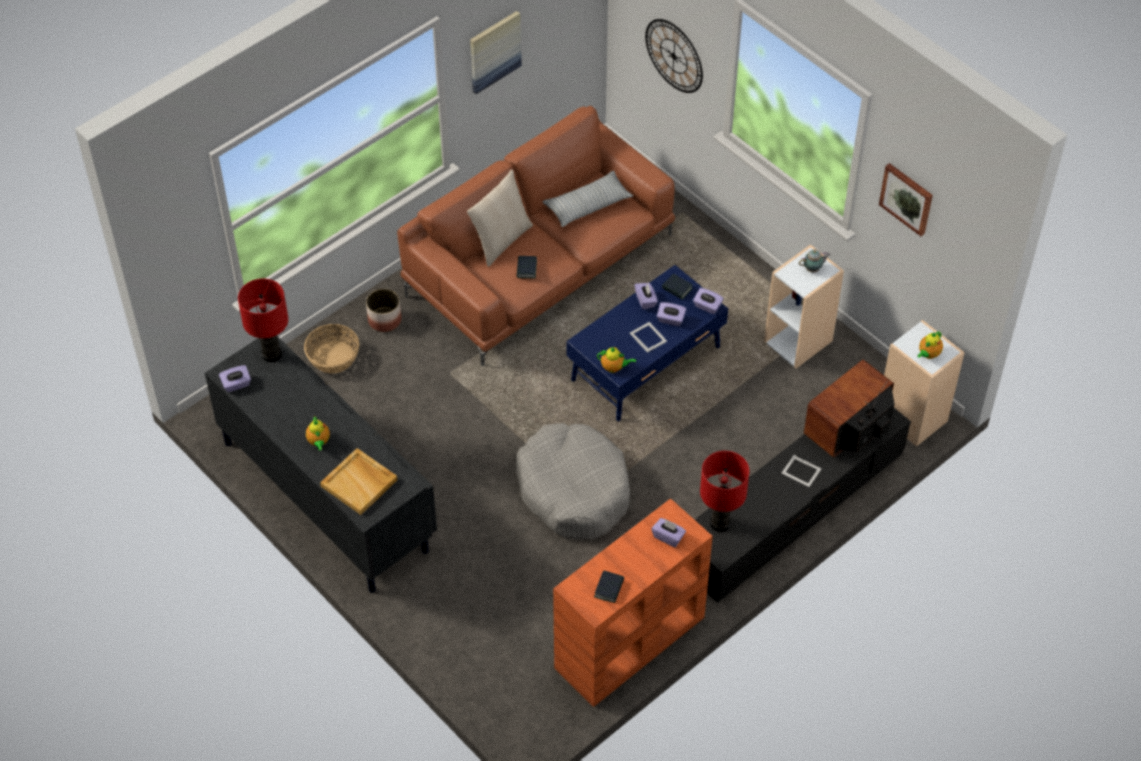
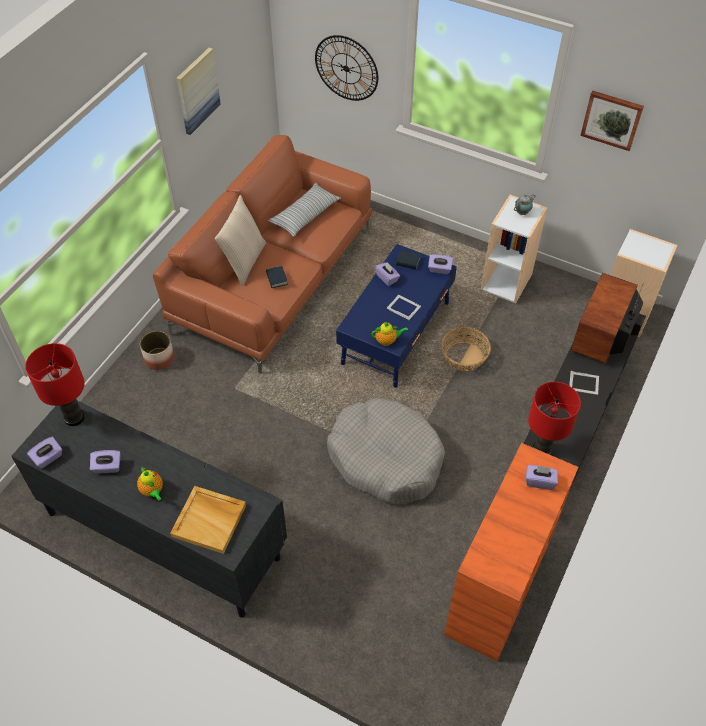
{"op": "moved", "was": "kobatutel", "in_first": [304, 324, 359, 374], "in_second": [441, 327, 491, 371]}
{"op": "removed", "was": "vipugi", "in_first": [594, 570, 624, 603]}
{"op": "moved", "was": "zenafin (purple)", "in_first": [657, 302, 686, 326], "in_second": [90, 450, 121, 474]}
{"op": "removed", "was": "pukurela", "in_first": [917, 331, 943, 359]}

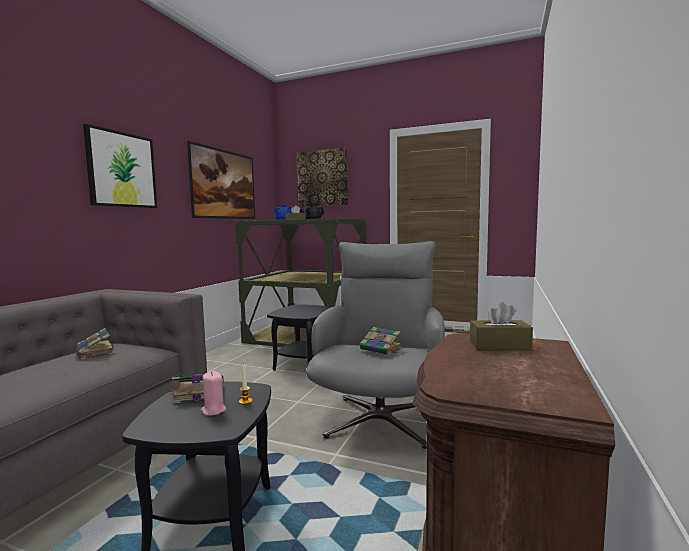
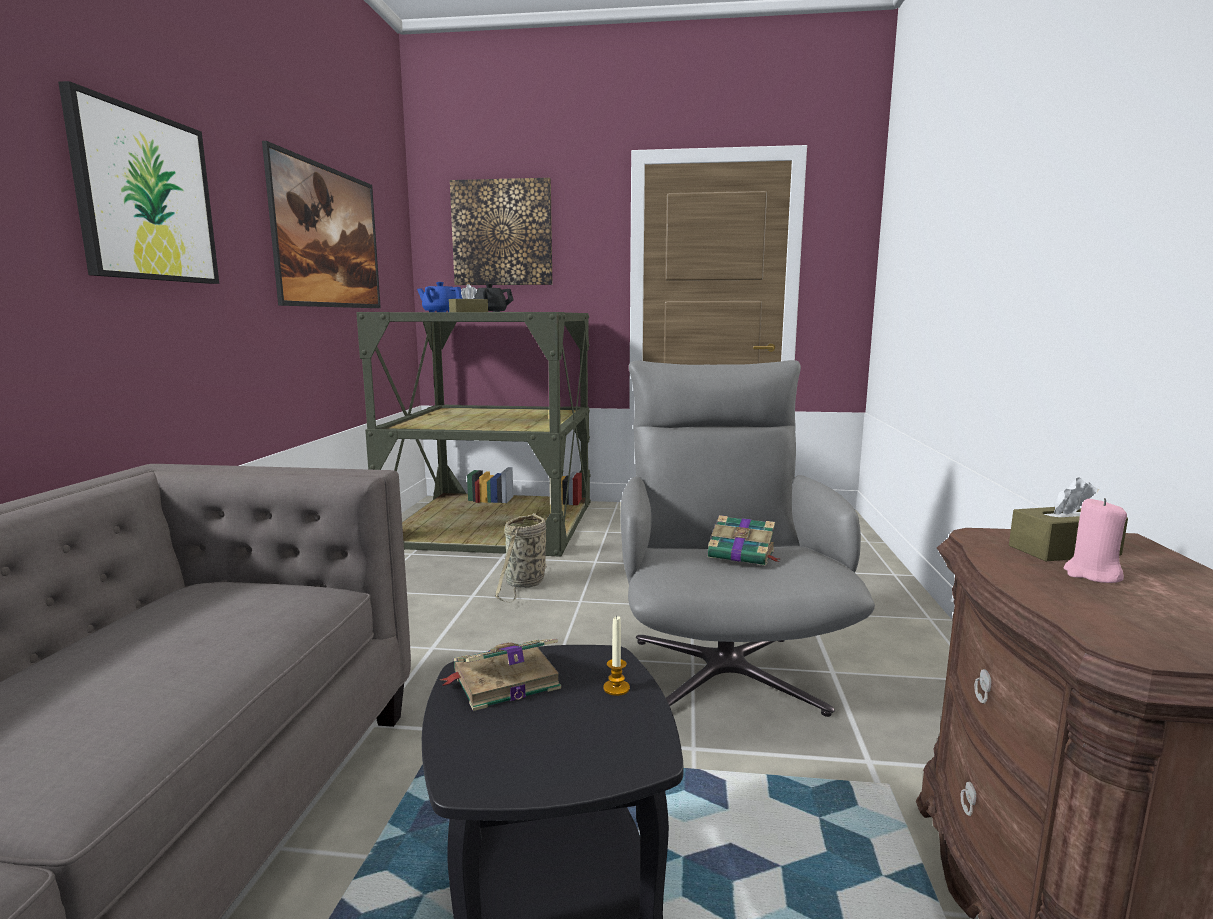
{"op": "removed", "was": "vipugi", "in_first": [76, 328, 115, 359]}
{"op": "moved", "was": "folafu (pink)", "in_first": [201, 371, 226, 416], "in_second": [1064, 498, 1127, 583]}
{"op": "replaced", "was": "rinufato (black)", "now": "kobatutel", "in_first": [267, 304, 331, 371], "in_second": [495, 513, 547, 603]}

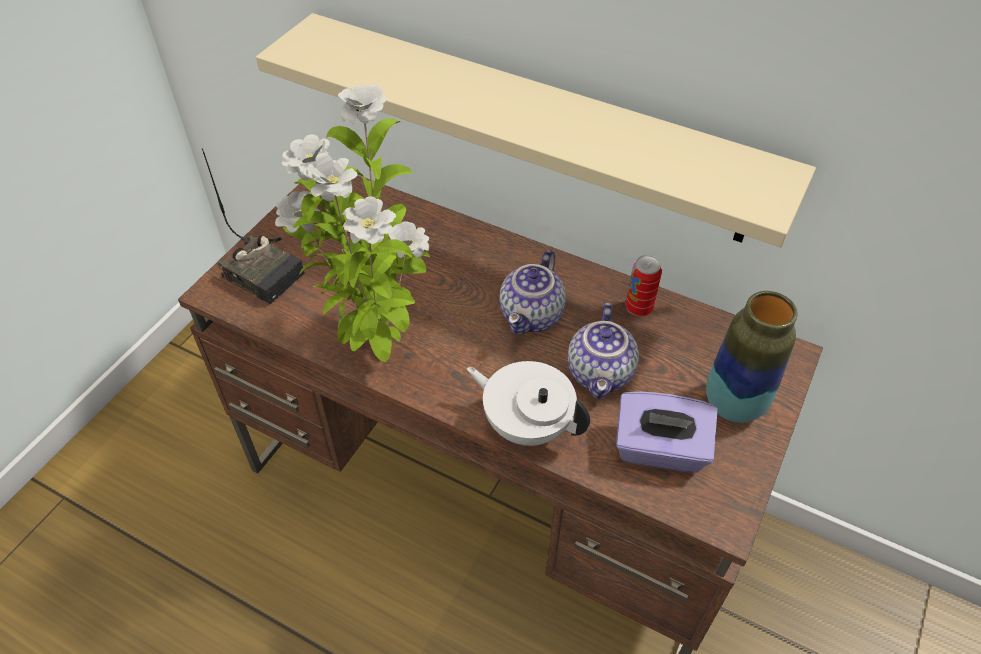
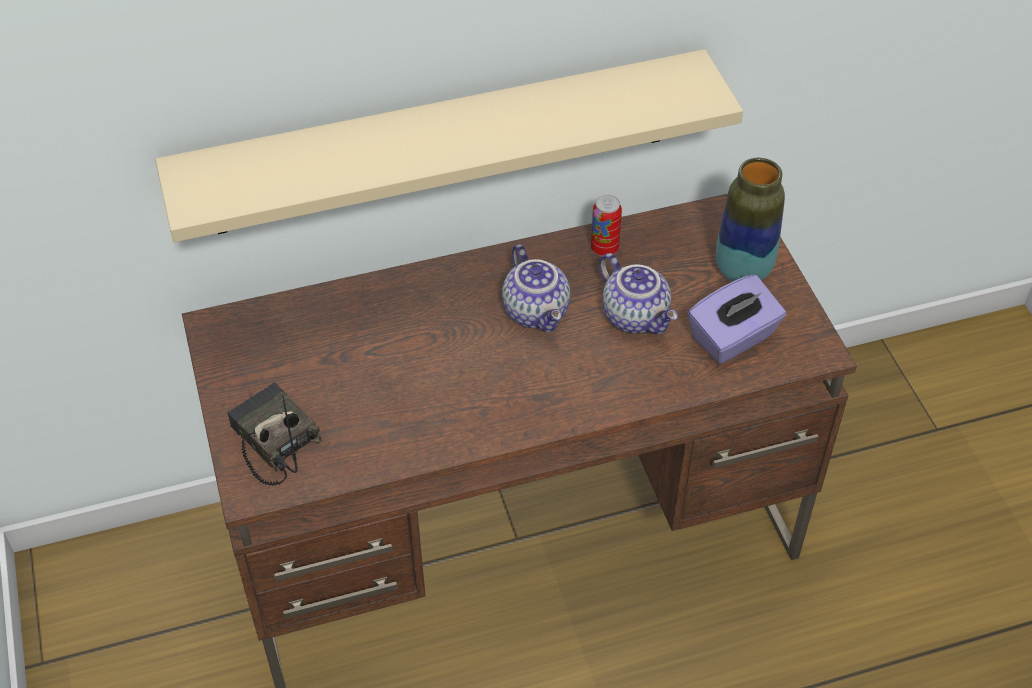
{"op": "turned", "was": "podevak", "in_first": [202, 148, 304, 304], "in_second": [228, 382, 322, 486], "clockwise": -120}
{"op": "removed", "was": "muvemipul", "in_first": [275, 84, 430, 362]}
{"op": "removed", "was": "pukurela (white)", "in_first": [467, 361, 590, 446]}

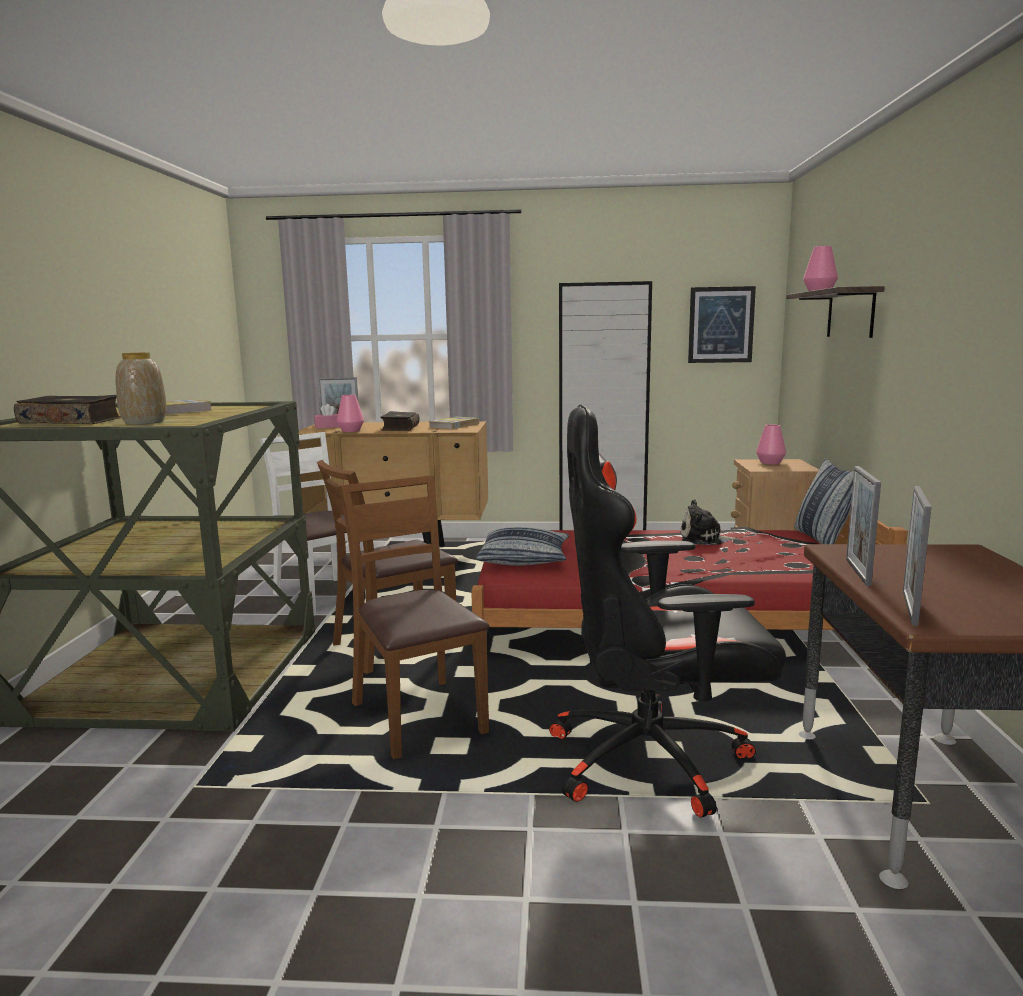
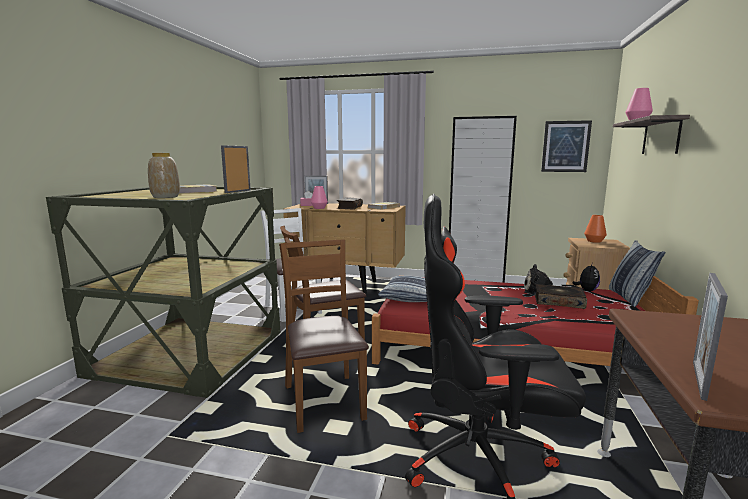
{"op": "moved", "was": "vipugi", "in_first": [14, 395, 121, 424], "in_second": [535, 284, 587, 309]}
{"op": "recoloured", "was": "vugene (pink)", "now": "vugene (orange)", "in_first": [756, 425, 786, 465], "in_second": [584, 215, 607, 243]}
{"op": "moved", "was": "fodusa", "in_first": [846, 466, 881, 586], "in_second": [221, 145, 251, 193]}
{"op": "added", "now": "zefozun", "in_second": [572, 264, 600, 291]}

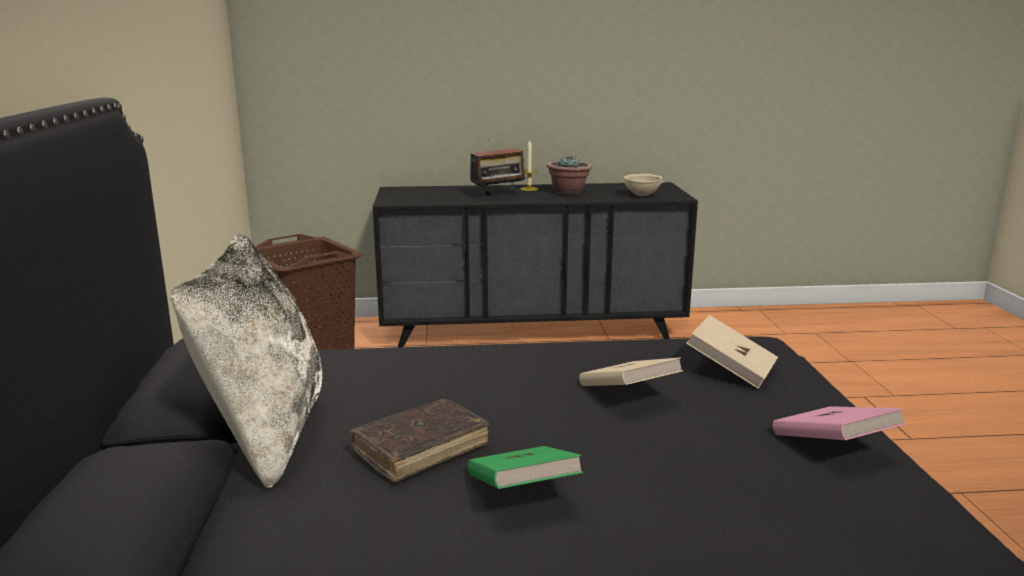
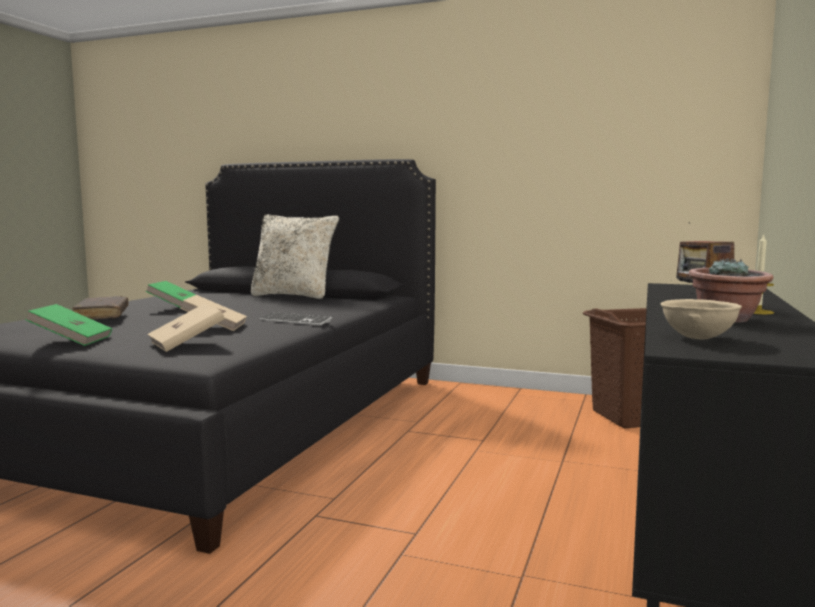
{"op": "moved", "was": "vipugi (brown)", "in_first": [349, 399, 489, 482], "in_second": [73, 296, 128, 320]}
{"op": "recoloured", "was": "vipugi (pink)", "now": "vipugi (green)", "in_first": [773, 406, 906, 440], "in_second": [25, 304, 112, 346]}
{"op": "added", "now": "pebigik", "in_second": [259, 312, 332, 326]}

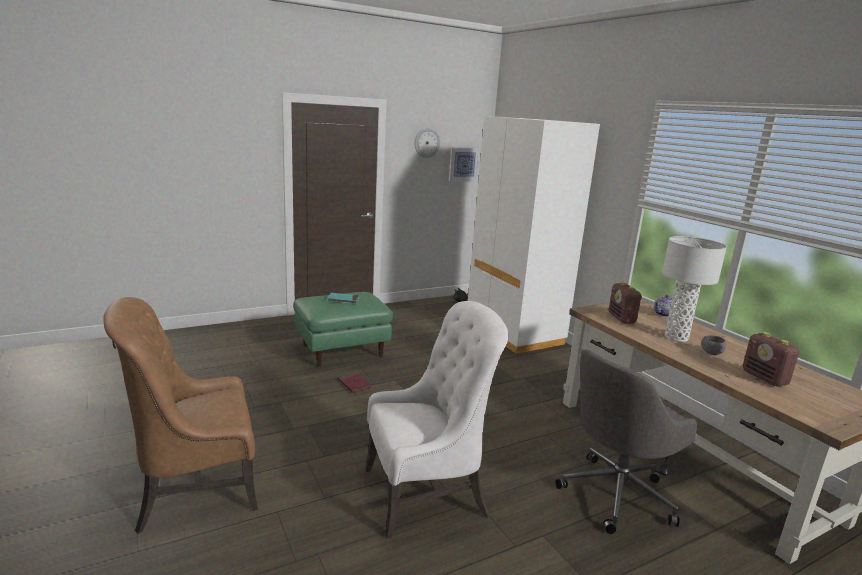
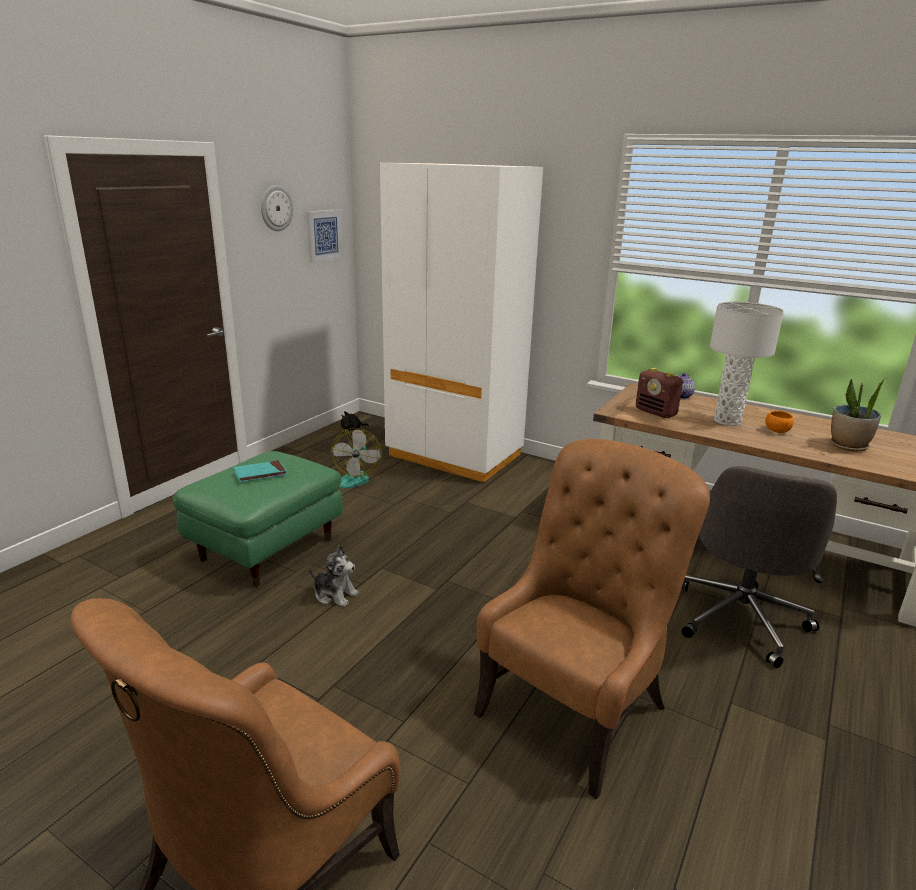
{"op": "replaced", "was": "vipugi (red)", "now": "zefozun", "in_first": [338, 372, 371, 393], "in_second": [309, 545, 359, 607]}
{"op": "recoloured", "was": "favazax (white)", "now": "favazax (brown)", "in_first": [365, 301, 508, 539], "in_second": [474, 439, 710, 799]}
{"op": "recoloured", "was": "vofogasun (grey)", "now": "vofogasun (orange)", "in_first": [701, 335, 726, 355], "in_second": [765, 411, 794, 433]}
{"op": "replaced", "was": "podevak", "now": "muvemipul", "in_first": [743, 332, 799, 387], "in_second": [831, 378, 886, 452]}
{"op": "added", "now": "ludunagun", "in_second": [331, 428, 382, 489]}

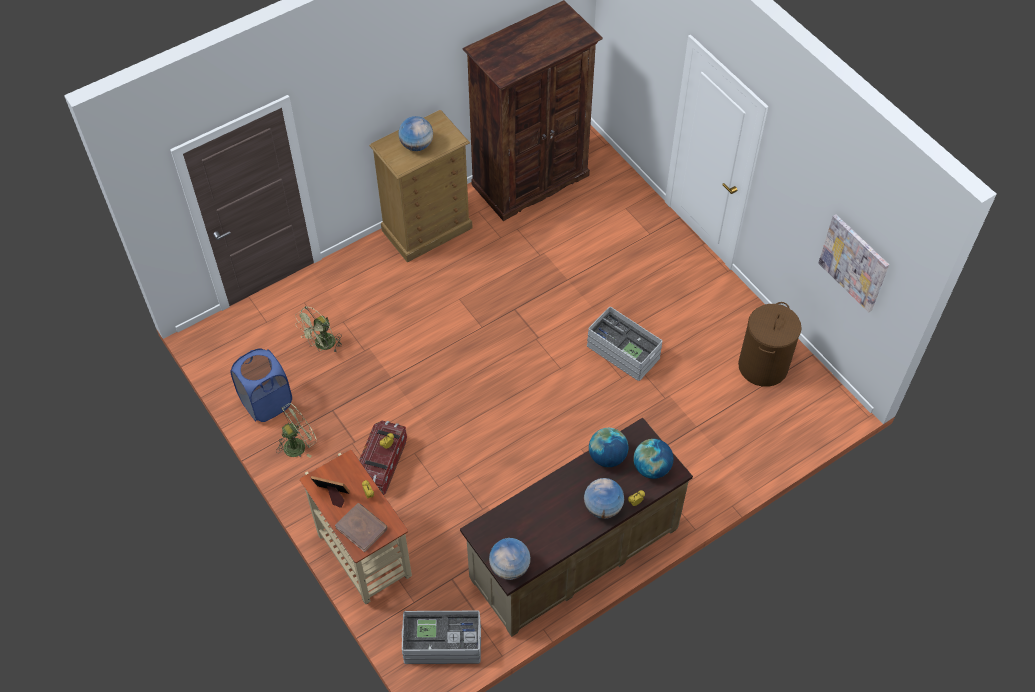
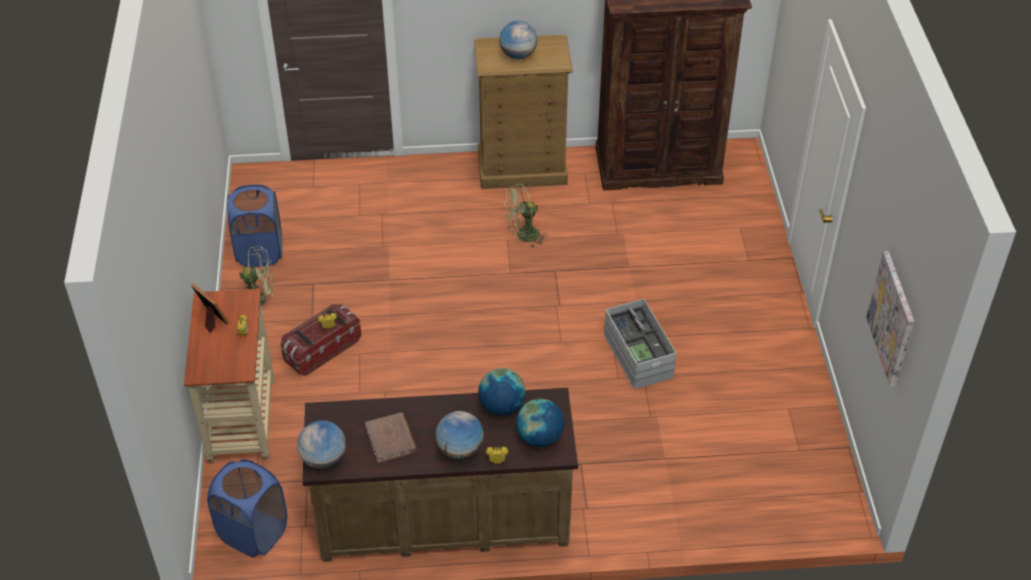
{"op": "moved", "was": "ludunagun (green)", "in_first": [295, 306, 342, 352], "in_second": [504, 184, 548, 247]}
{"op": "moved", "was": "vipugi (brown)", "in_first": [335, 503, 387, 552], "in_second": [365, 412, 417, 463]}
{"op": "replaced", "was": "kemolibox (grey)", "now": "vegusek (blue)", "in_first": [402, 611, 481, 664], "in_second": [207, 459, 287, 557]}
{"op": "removed", "was": "vegusek (brown)", "in_first": [738, 302, 802, 387]}

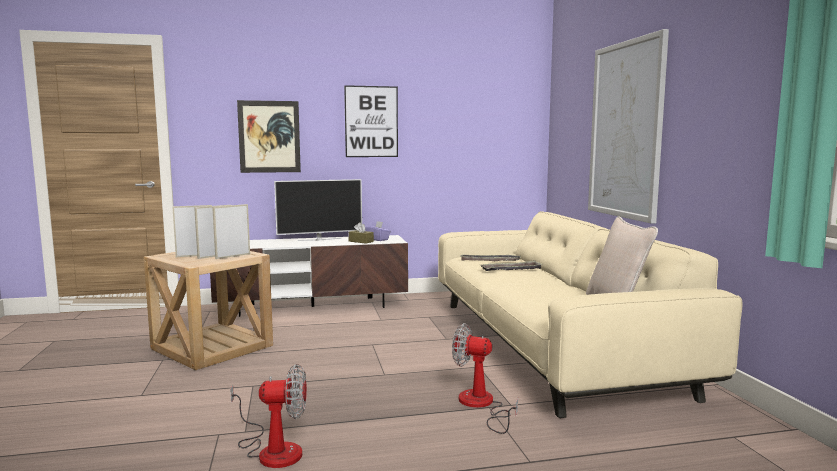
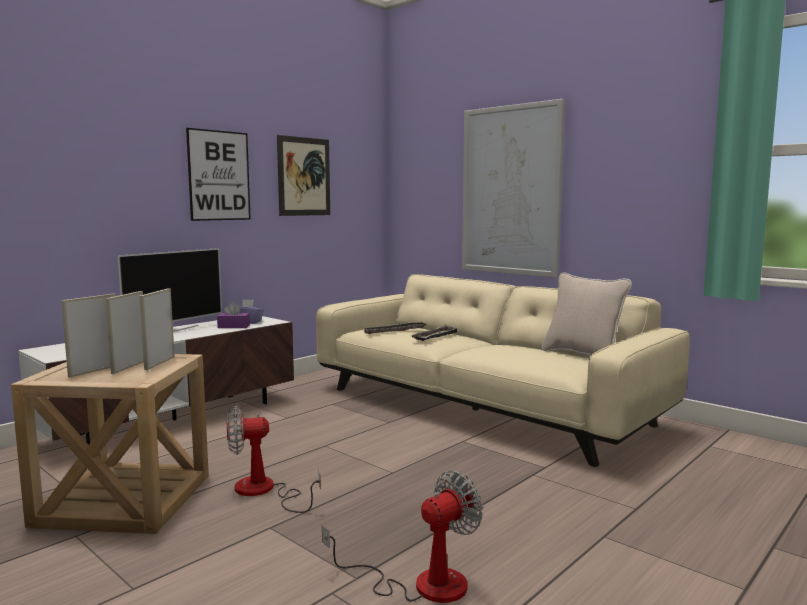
{"op": "moved", "was": "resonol", "in_first": [237, 100, 301, 173], "in_second": [277, 135, 330, 216]}
{"op": "recoloured", "was": "zenafin (brown)", "now": "zenafin (purple)", "in_first": [348, 222, 374, 244], "in_second": [217, 303, 250, 328]}
{"op": "moved", "was": "ludunagun", "in_first": [452, 323, 518, 434], "in_second": [227, 406, 321, 513]}

